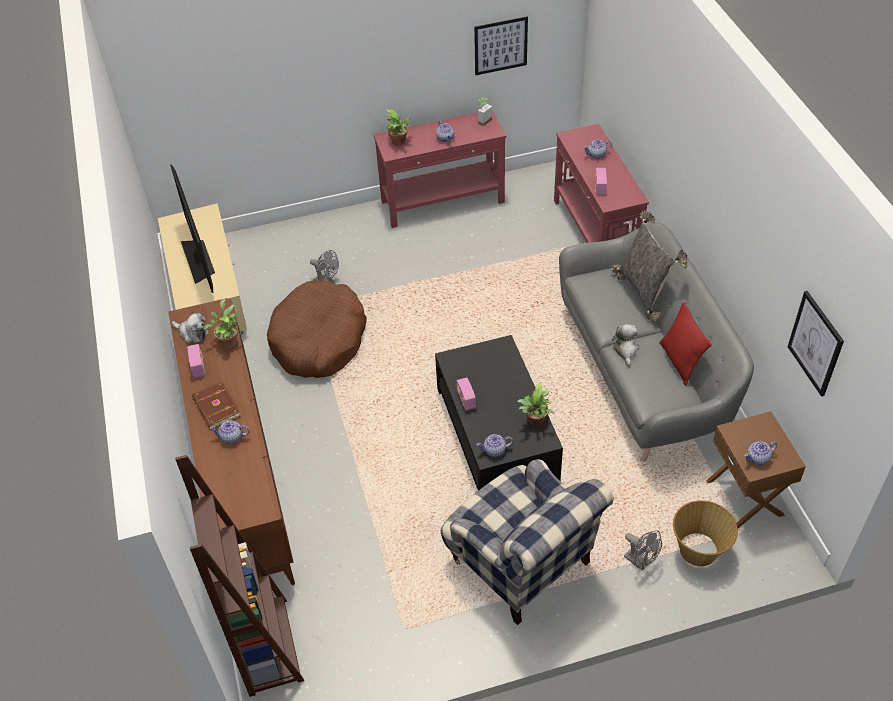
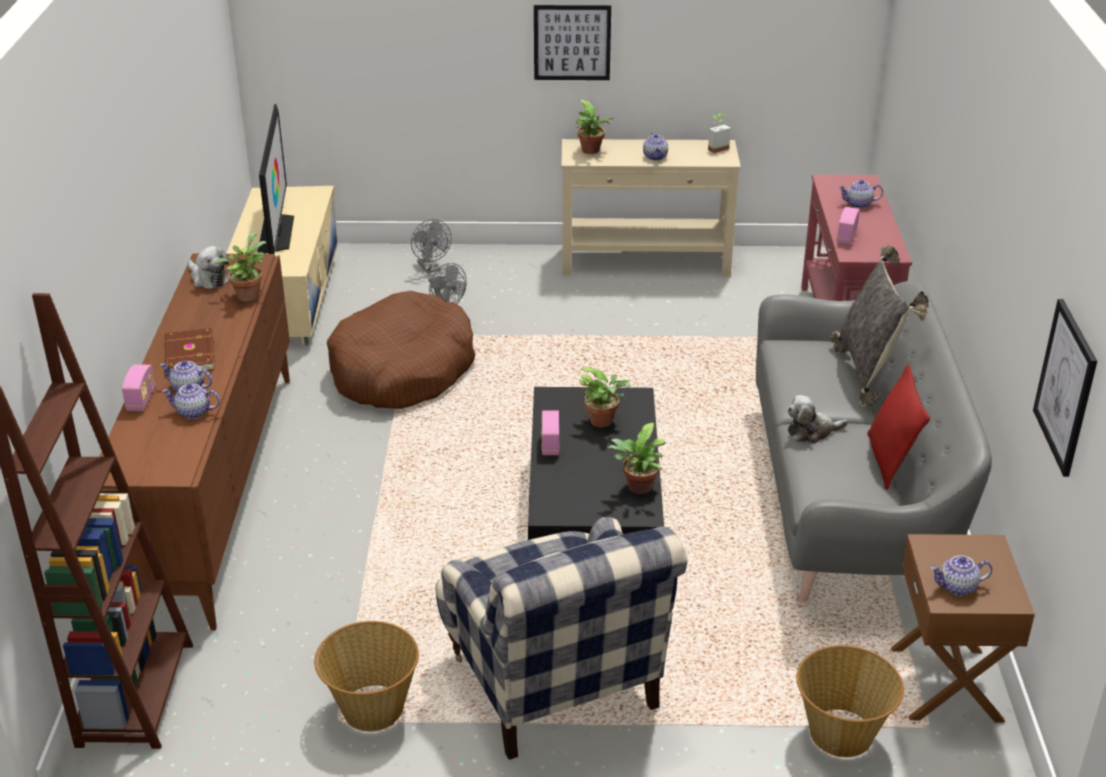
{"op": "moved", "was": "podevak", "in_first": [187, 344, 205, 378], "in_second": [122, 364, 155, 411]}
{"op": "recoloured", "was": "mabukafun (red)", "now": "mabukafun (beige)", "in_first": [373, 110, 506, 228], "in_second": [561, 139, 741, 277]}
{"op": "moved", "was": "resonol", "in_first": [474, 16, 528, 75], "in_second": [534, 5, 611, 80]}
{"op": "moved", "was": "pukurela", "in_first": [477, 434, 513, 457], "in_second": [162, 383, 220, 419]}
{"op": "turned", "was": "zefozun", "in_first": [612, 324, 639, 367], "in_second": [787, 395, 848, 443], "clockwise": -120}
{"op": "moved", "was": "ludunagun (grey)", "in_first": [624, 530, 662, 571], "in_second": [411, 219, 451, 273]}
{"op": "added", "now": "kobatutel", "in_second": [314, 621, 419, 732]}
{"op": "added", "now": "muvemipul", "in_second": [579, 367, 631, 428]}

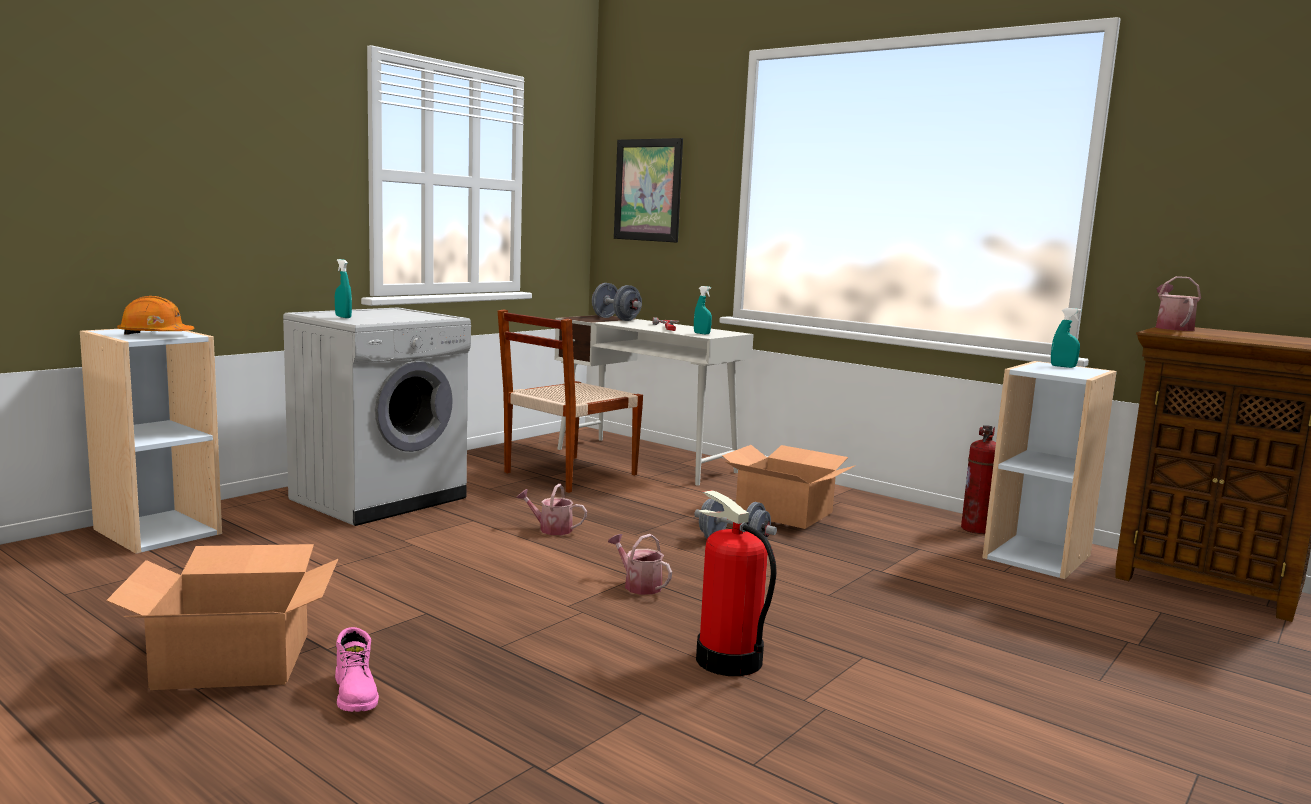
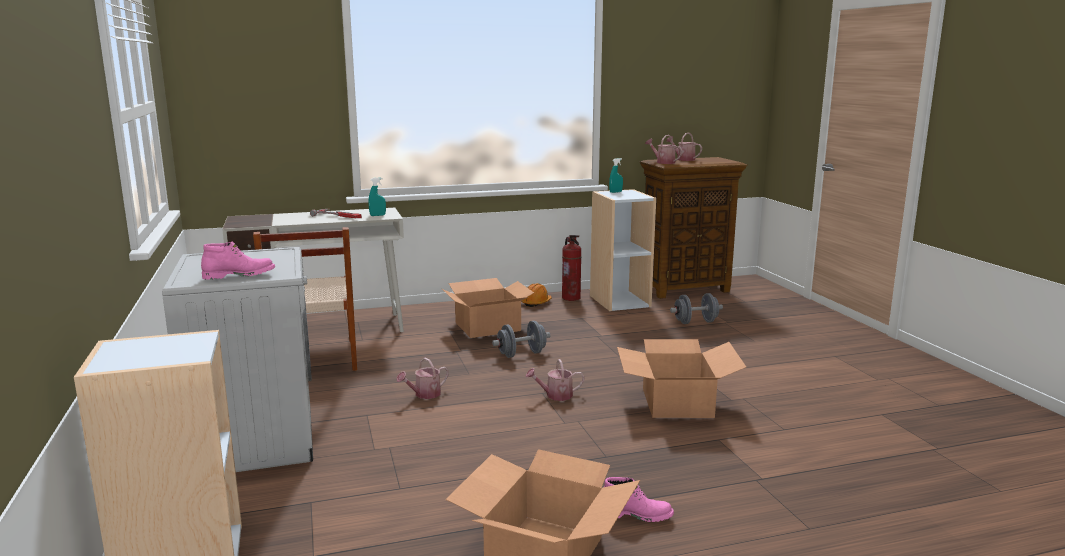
{"op": "moved", "was": "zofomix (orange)", "in_first": [117, 296, 195, 335], "in_second": [521, 283, 552, 307]}
{"op": "replaced", "was": "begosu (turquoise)", "now": "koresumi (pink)", "in_first": [335, 259, 352, 318], "in_second": [201, 242, 275, 280]}
{"op": "moved", "was": "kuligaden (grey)", "in_first": [592, 283, 642, 321], "in_second": [670, 293, 723, 324]}
{"op": "removed", "was": "resonol", "in_first": [614, 138, 683, 243]}
{"op": "replaced", "was": "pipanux", "now": "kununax", "in_first": [696, 490, 776, 676], "in_second": [617, 339, 746, 418]}
{"op": "added", "now": "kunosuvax", "in_second": [666, 133, 702, 161]}

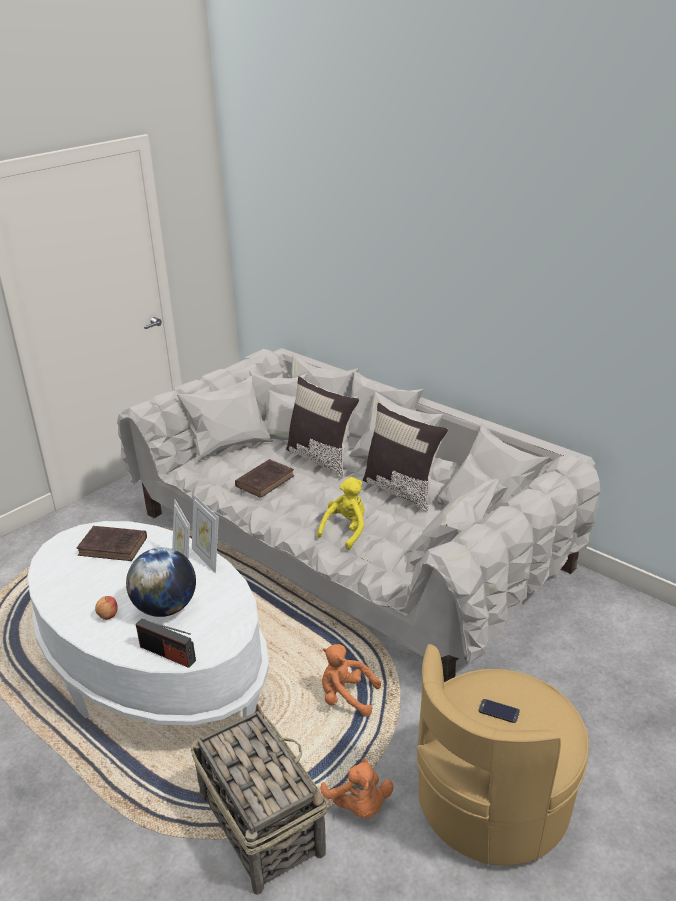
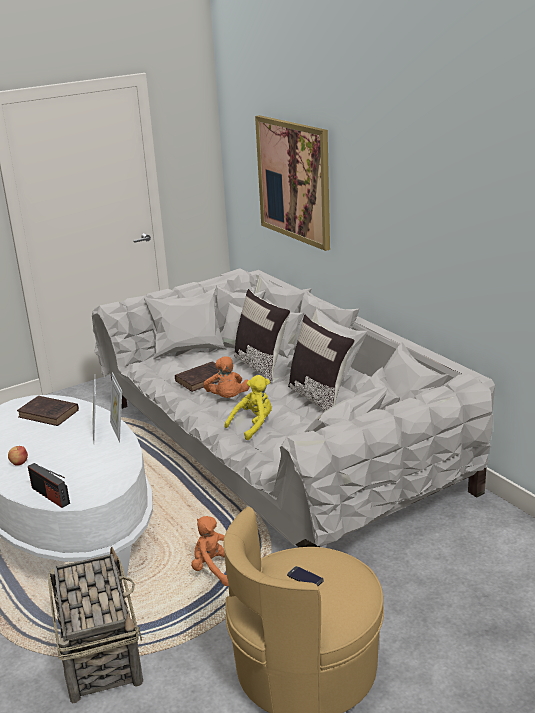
{"op": "removed", "was": "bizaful", "in_first": [126, 548, 196, 617]}
{"op": "moved", "was": "zefozun (orange)", "in_first": [320, 759, 394, 818], "in_second": [203, 357, 250, 398]}
{"op": "added", "now": "resonol", "in_second": [255, 115, 330, 251]}

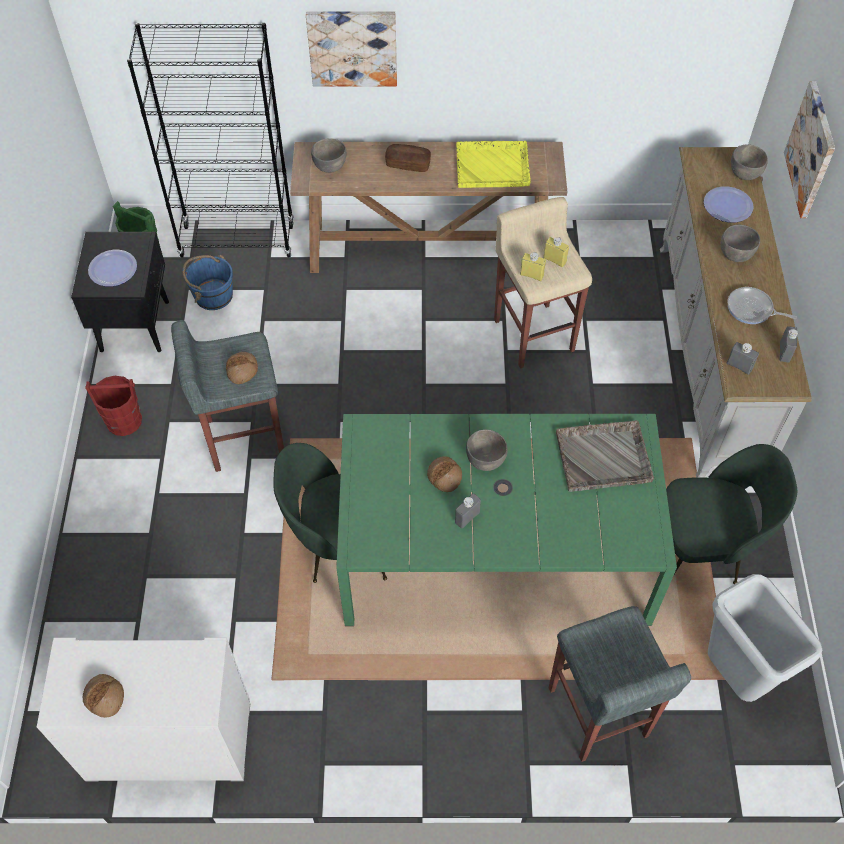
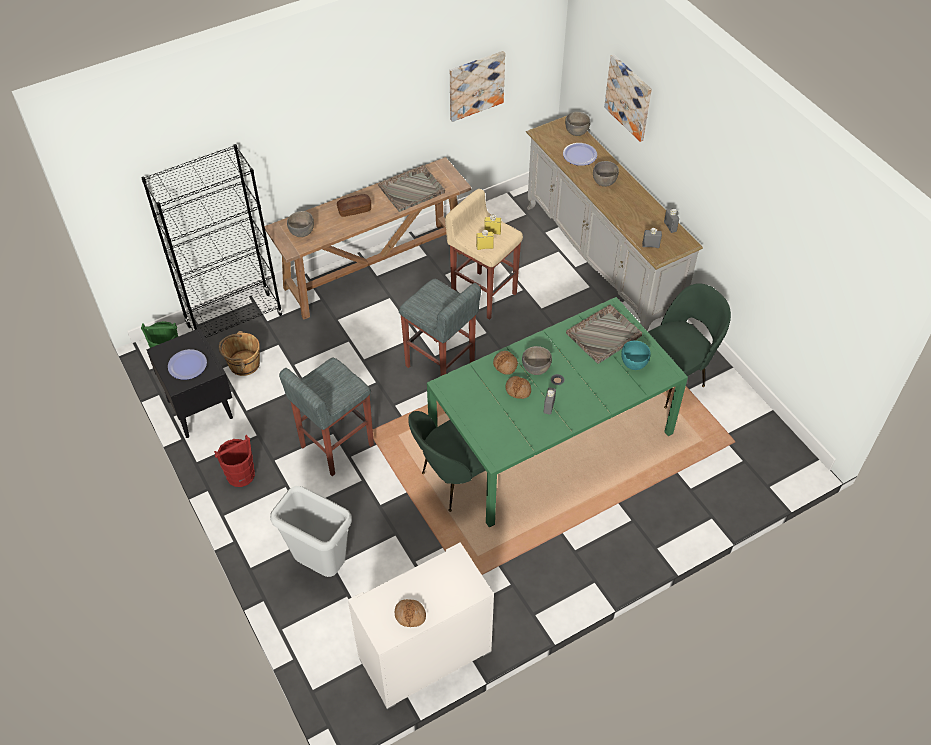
{"op": "recoloured", "was": "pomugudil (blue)", "now": "pomugudil (brown)", "in_first": [182, 255, 233, 310], "in_second": [219, 331, 260, 376]}
{"op": "moved", "was": "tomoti", "in_first": [226, 352, 258, 384], "in_second": [493, 351, 518, 375]}
{"op": "moved", "was": "resonol", "in_first": [306, 11, 397, 87], "in_second": [450, 51, 505, 122]}
{"op": "recoloured", "was": "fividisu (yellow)", "now": "fividisu (grey)", "in_first": [456, 141, 531, 188], "in_second": [378, 165, 445, 212]}
{"op": "moved", "was": "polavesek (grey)", "in_first": [549, 606, 691, 762], "in_second": [398, 279, 481, 376]}
{"op": "moved", "was": "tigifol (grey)", "in_first": [708, 574, 822, 702], "in_second": [270, 486, 352, 577]}
{"op": "removed", "was": "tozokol", "in_first": [728, 287, 797, 324]}
{"op": "added", "now": "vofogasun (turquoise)", "in_second": [621, 341, 651, 370]}

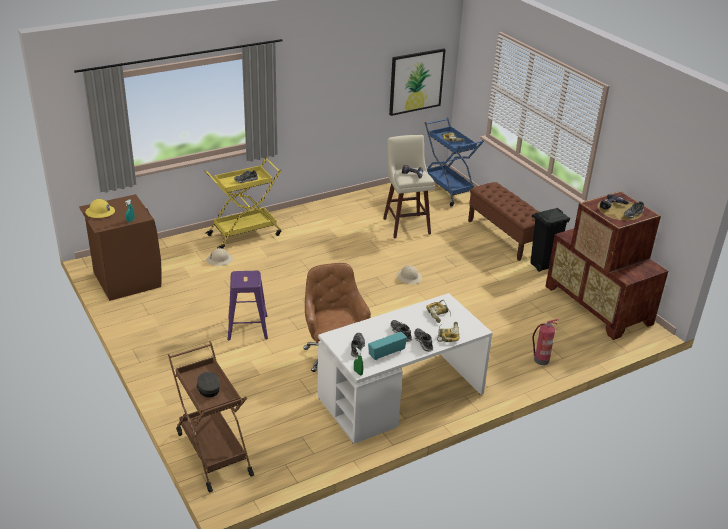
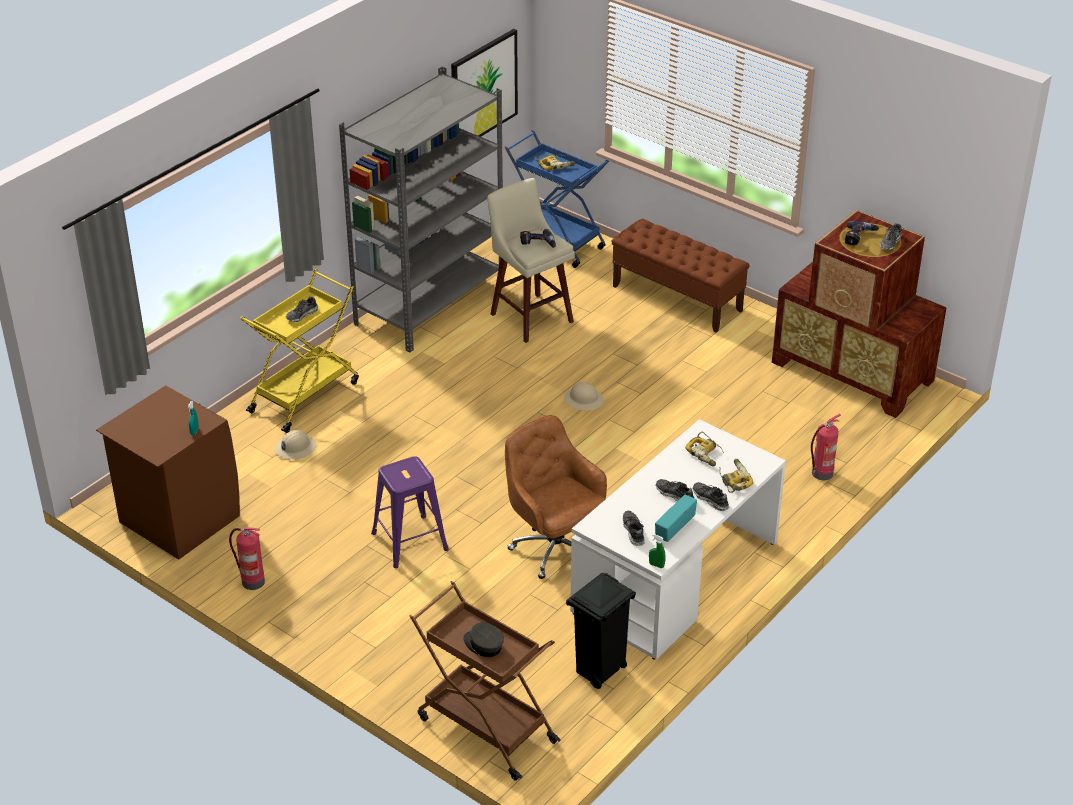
{"op": "removed", "was": "zofomix (yellow)", "in_first": [85, 199, 115, 218]}
{"op": "moved", "was": "tigifol (black)", "in_first": [530, 208, 570, 272], "in_second": [566, 573, 636, 689]}
{"op": "added", "now": "pipanux", "in_second": [229, 527, 265, 590]}
{"op": "added", "now": "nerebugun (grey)", "in_second": [339, 66, 504, 353]}

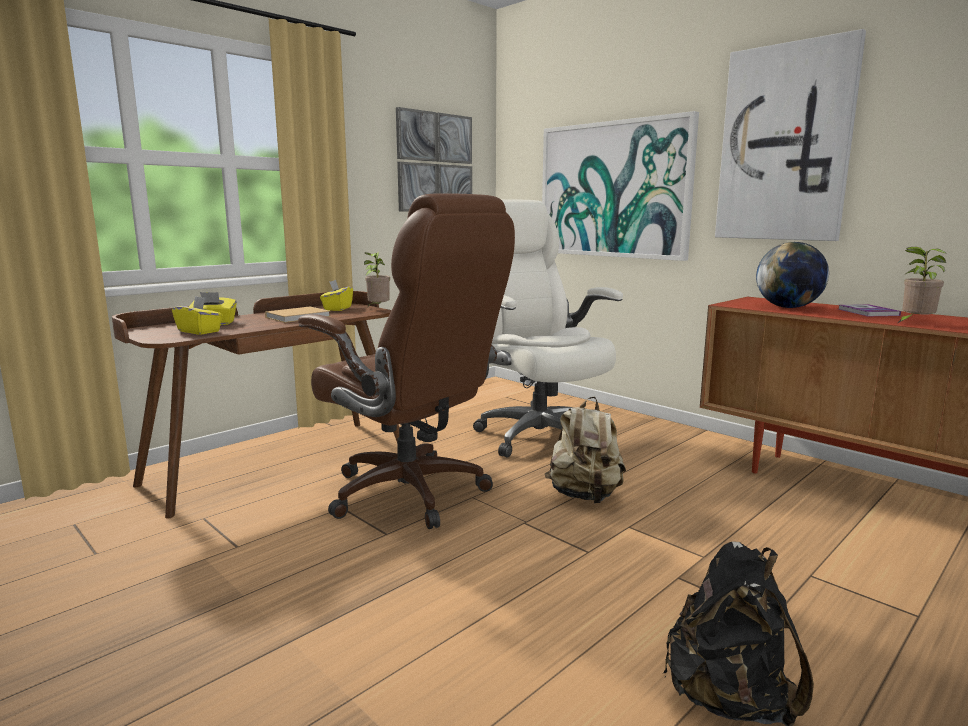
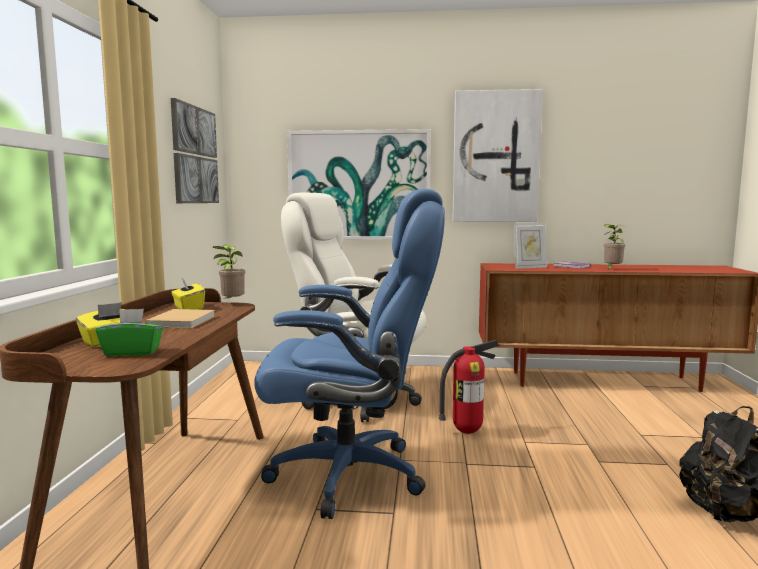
{"op": "recoloured", "was": "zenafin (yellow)", "now": "zenafin (green)", "in_first": [172, 296, 223, 335], "in_second": [96, 309, 163, 356]}
{"op": "recoloured", "was": "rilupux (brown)", "now": "rilupux (blue)", "in_first": [298, 193, 515, 529], "in_second": [254, 189, 445, 519]}
{"op": "replaced", "was": "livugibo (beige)", "now": "pipanux", "in_first": [545, 397, 626, 503], "in_second": [439, 340, 499, 434]}
{"op": "replaced", "was": "bizaful", "now": "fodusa", "in_first": [756, 242, 829, 308], "in_second": [513, 223, 547, 269]}

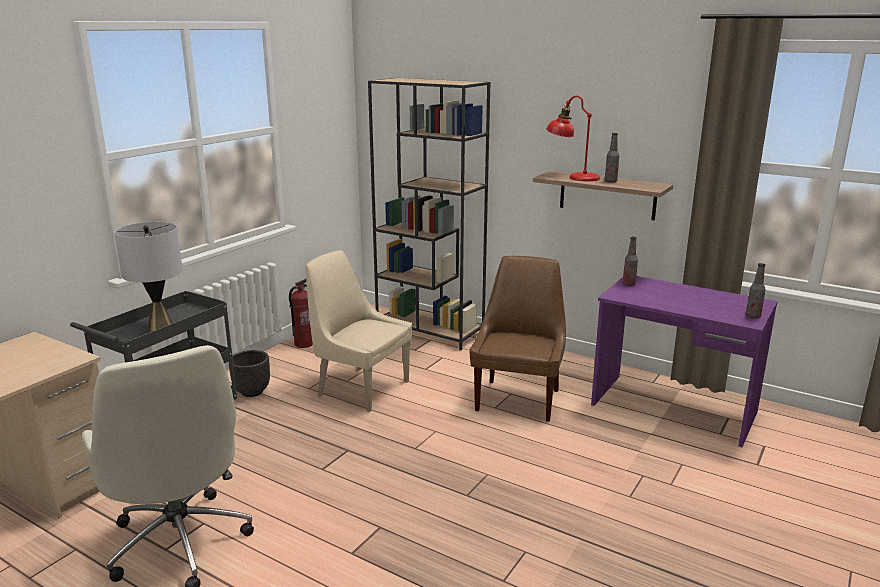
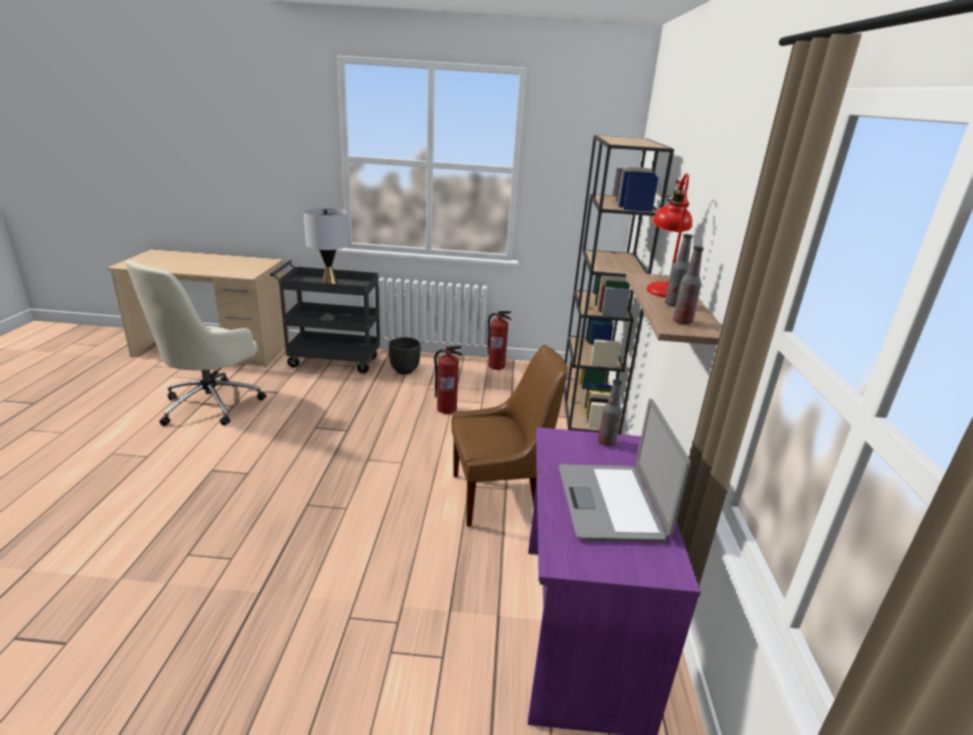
{"op": "replaced", "was": "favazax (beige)", "now": "pipanux", "in_first": [306, 250, 412, 412], "in_second": [434, 345, 463, 414]}
{"op": "moved", "was": "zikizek", "in_first": [746, 263, 766, 318], "in_second": [673, 246, 704, 324]}
{"op": "added", "now": "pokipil", "in_second": [559, 399, 691, 542]}

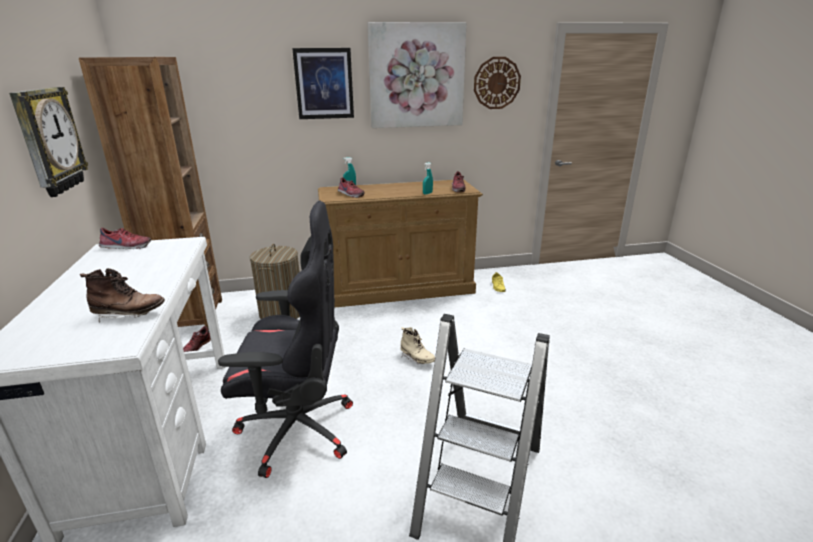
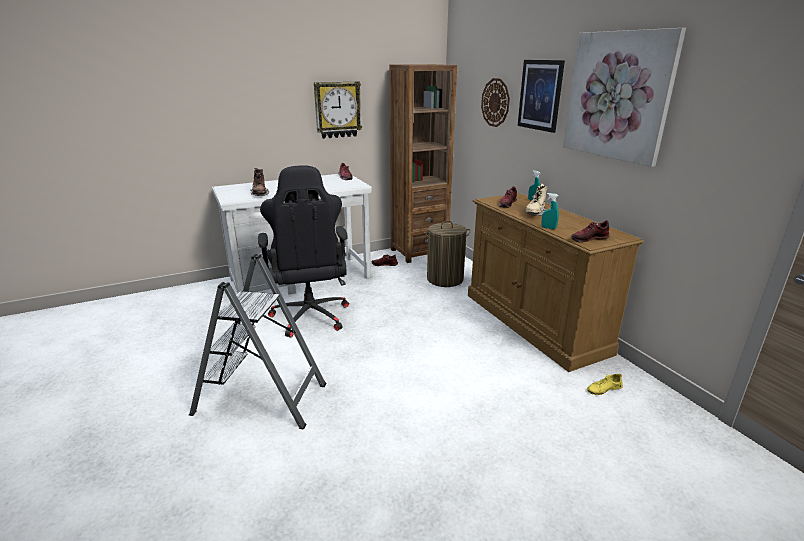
{"op": "moved", "was": "koresumi (beige)", "in_first": [401, 327, 435, 364], "in_second": [524, 184, 548, 216]}
{"op": "moved", "was": "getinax", "in_first": [474, 57, 521, 109], "in_second": [481, 78, 510, 127]}

